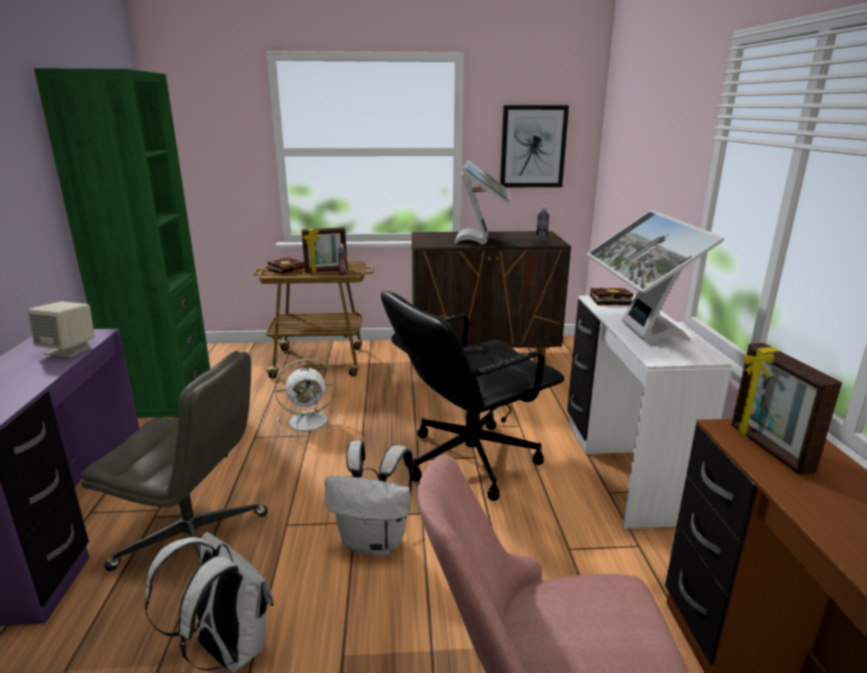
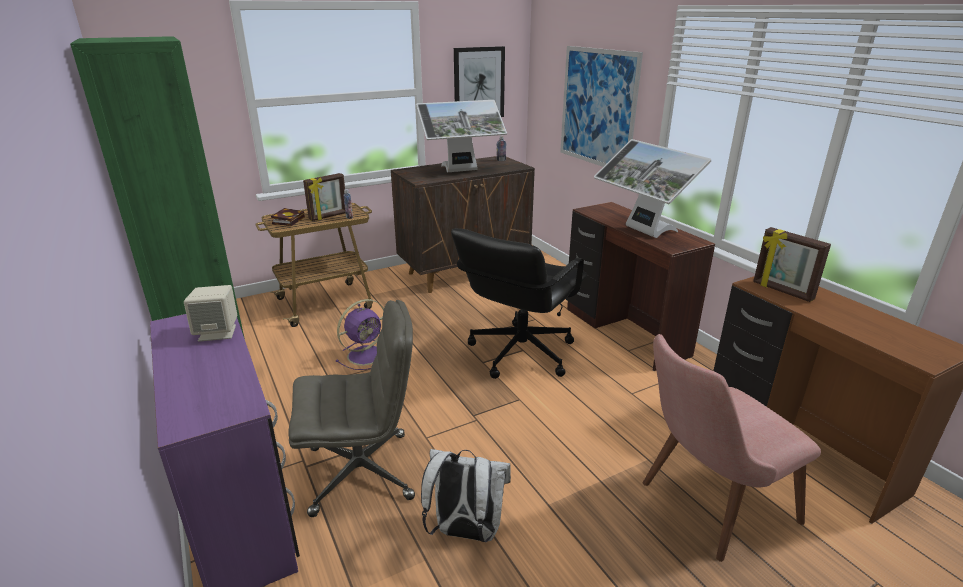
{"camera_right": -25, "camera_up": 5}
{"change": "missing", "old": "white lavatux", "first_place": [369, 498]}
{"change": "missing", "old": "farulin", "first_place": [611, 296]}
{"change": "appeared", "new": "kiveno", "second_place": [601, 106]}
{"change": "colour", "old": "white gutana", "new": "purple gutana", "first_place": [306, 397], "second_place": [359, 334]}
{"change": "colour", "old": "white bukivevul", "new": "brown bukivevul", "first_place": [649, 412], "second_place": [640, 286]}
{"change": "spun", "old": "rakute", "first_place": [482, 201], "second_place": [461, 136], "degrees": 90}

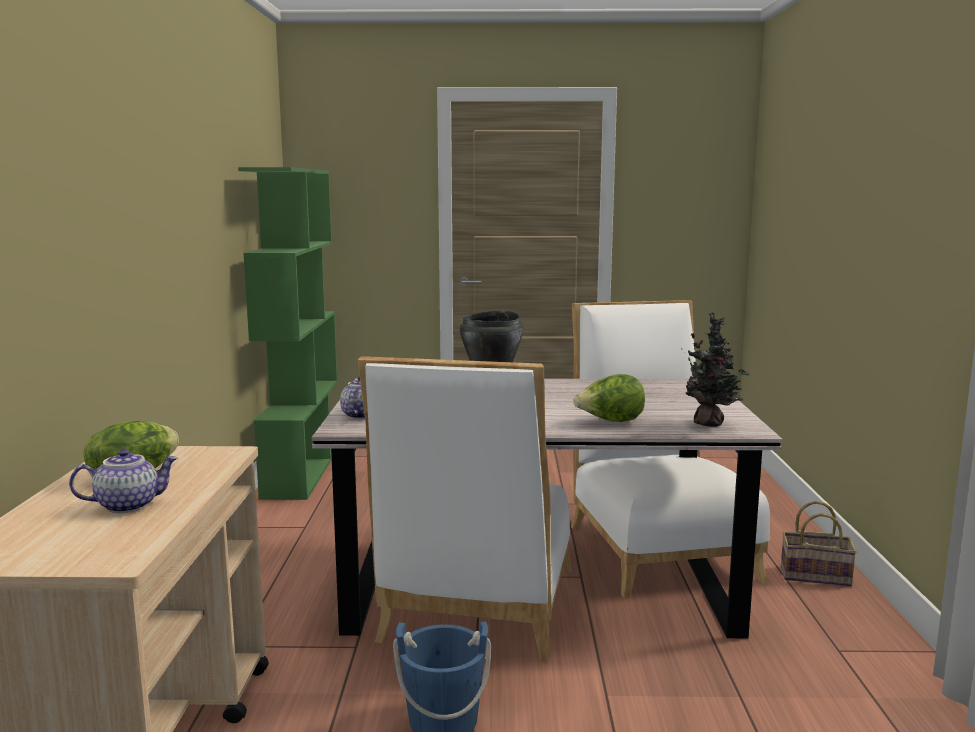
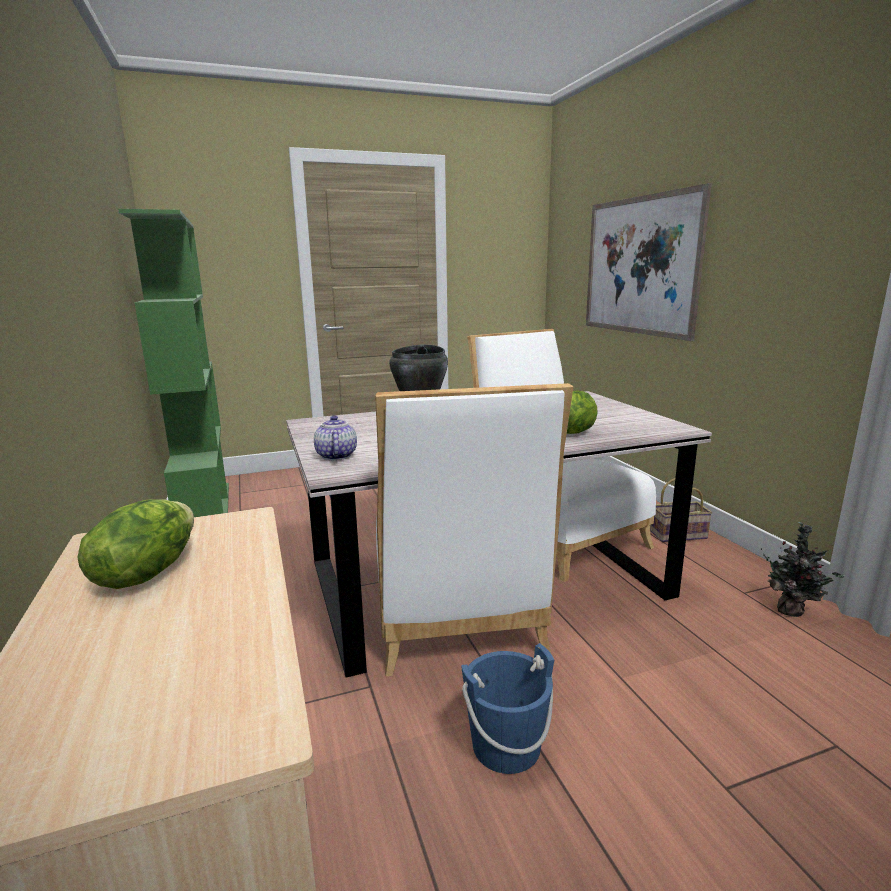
{"camera_right": -20, "camera_up": 5}
{"change": "missing", "old": "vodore", "first_place": [123, 481]}
{"change": "appeared", "new": "kiveno", "second_place": [649, 262]}
{"change": "relocated", "old": "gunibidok", "first_place": [715, 369], "second_place": [803, 569]}

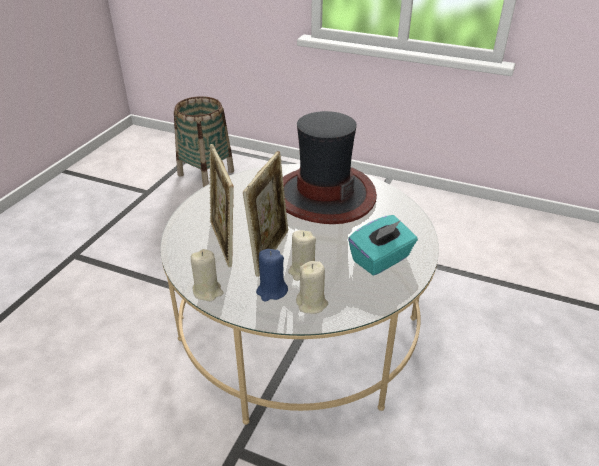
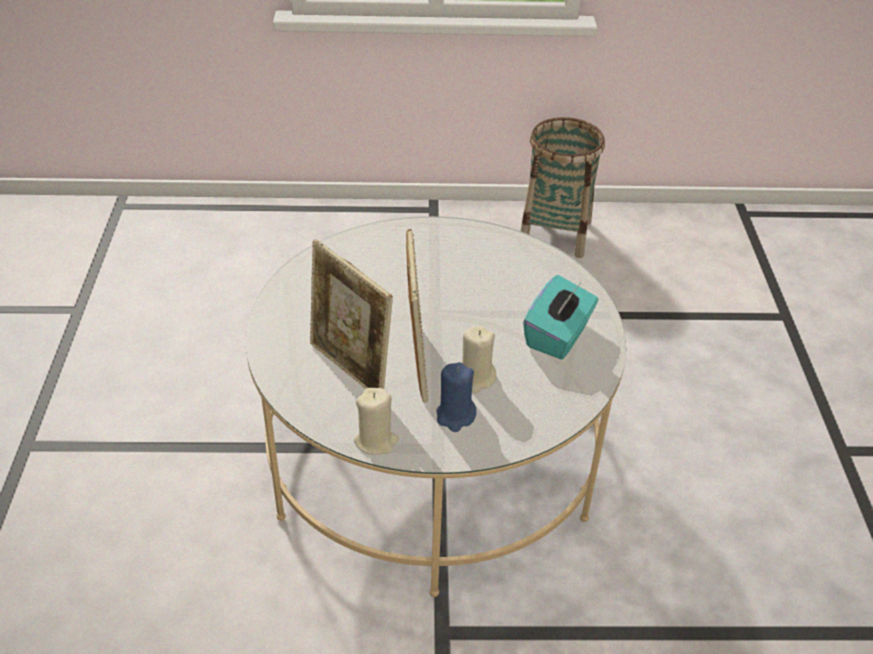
{"camera_right": -25, "camera_up": 5}
{"change": "missing", "old": "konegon", "first_place": [330, 167]}
{"change": "missing", "old": "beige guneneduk", "first_place": [312, 287]}
{"change": "relocated", "old": "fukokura", "first_place": [204, 141], "second_place": [563, 187]}

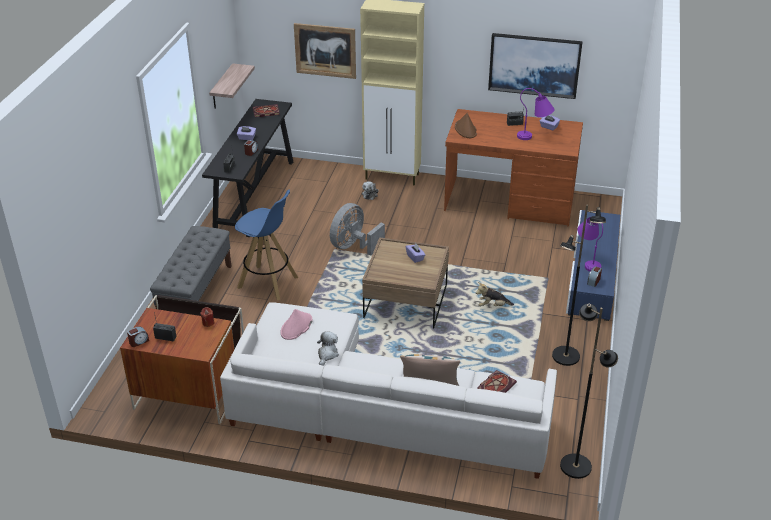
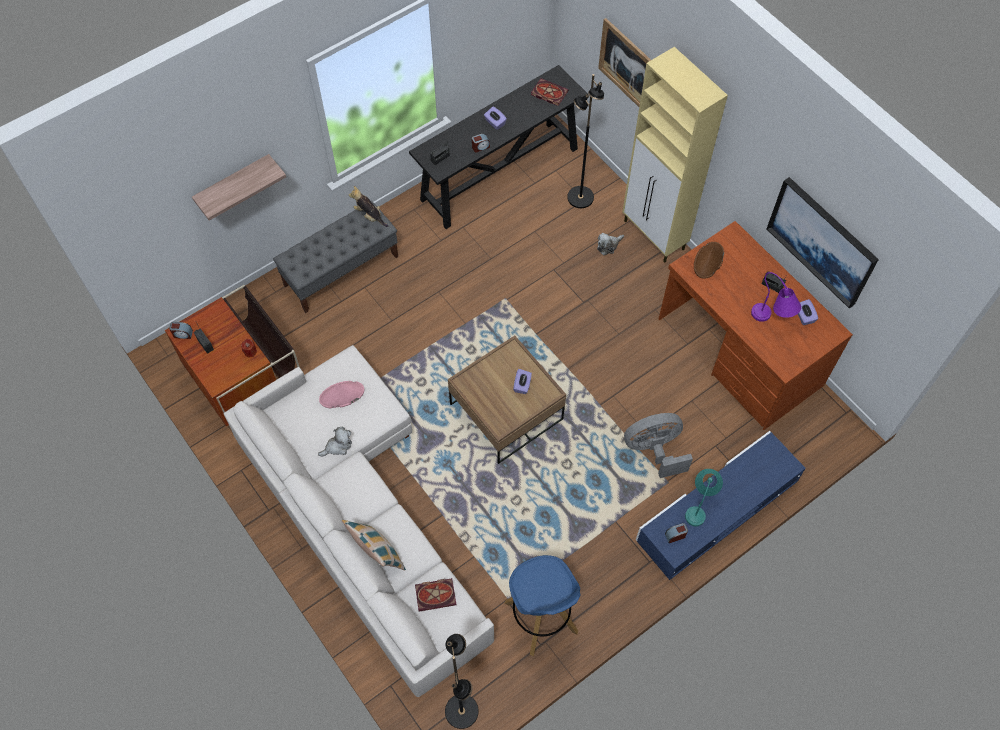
{"camera_right": 40, "camera_up": 25}
{"change": "relocated", "old": "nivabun", "first_place": [232, 85], "second_place": [239, 187]}
{"change": "relocated", "old": "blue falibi", "first_place": [266, 245], "second_place": [542, 605]}
{"change": "relocated", "old": "grey gutana", "first_place": [357, 229], "second_place": [658, 445]}
{"change": "relocated", "old": "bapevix", "first_place": [495, 294], "second_place": [368, 206]}
{"change": "relocated", "old": "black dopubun", "first_place": [579, 285], "second_place": [585, 141]}
{"change": "colour", "old": "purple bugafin", "new": "turquoise bugafin", "first_place": [590, 244], "second_place": [704, 498]}

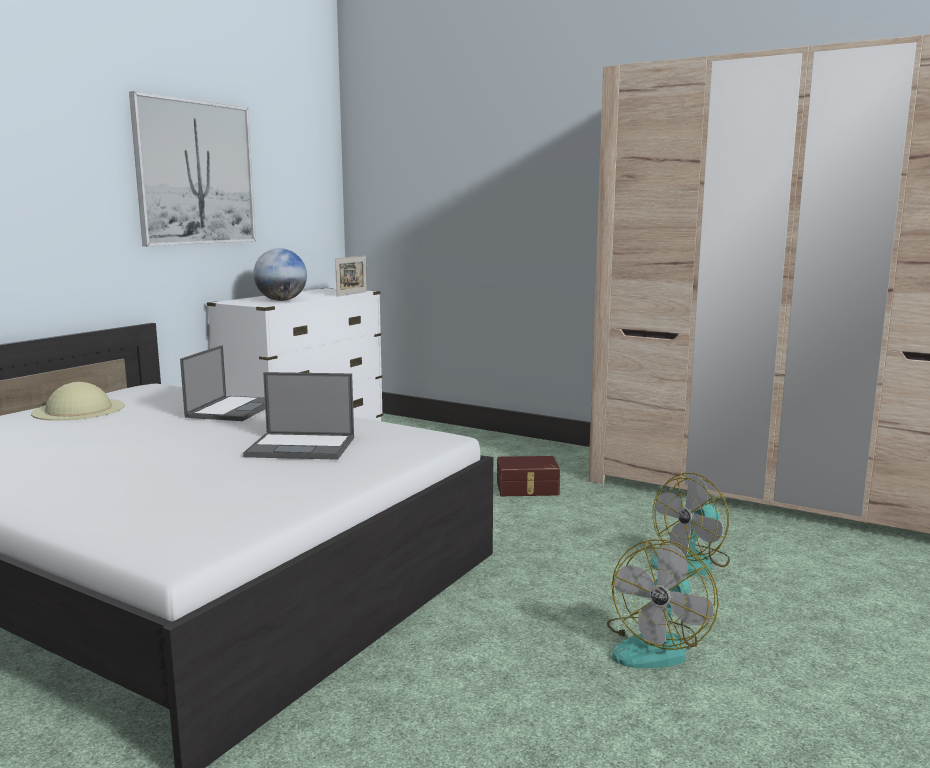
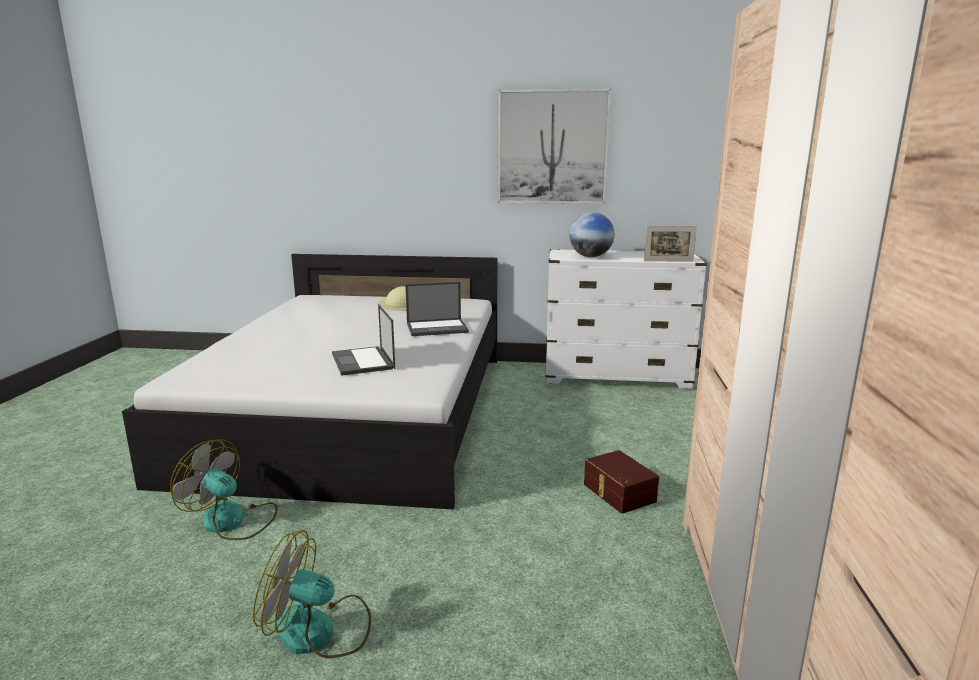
{"camera_right": 65, "camera_up": 5}
{"change": "relocated", "old": "gutana", "first_place": [690, 524], "second_place": [223, 489]}

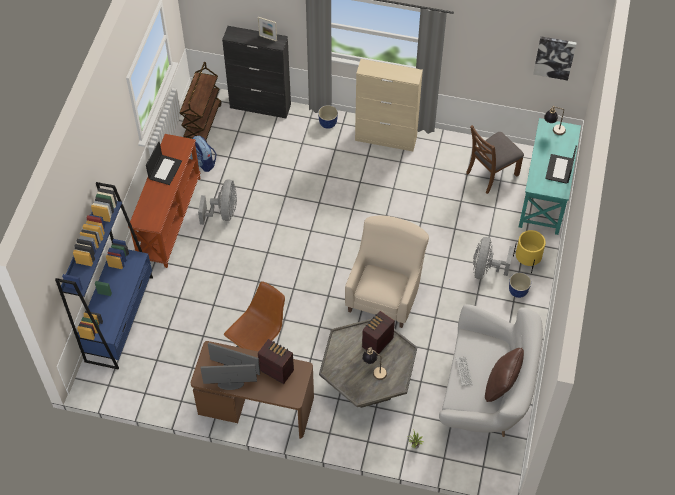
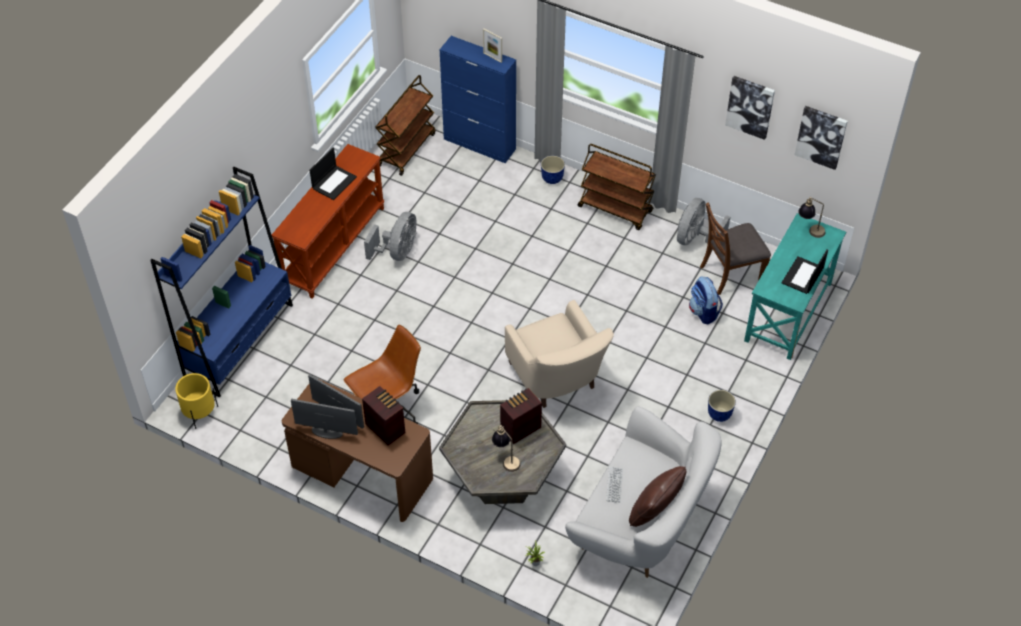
{"camera_right": 15, "camera_up": -5}
{"change": "appeared", "new": "kiveno", "second_place": [750, 108]}
{"change": "relocated", "old": "lavatux", "first_place": [203, 154], "second_place": [706, 300]}
{"change": "relocated", "old": "grey gutana", "first_place": [493, 258], "second_place": [703, 221]}
{"change": "relocated", "old": "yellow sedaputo", "first_place": [529, 251], "second_place": [196, 401]}
{"change": "exchanged", "old": "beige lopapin", "new": "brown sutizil", "first_place": [389, 105], "second_place": [617, 187]}
{"change": "colour", "old": "black lopapin", "new": "blue lopapin", "first_place": [256, 72], "second_place": [477, 99]}
{"change": "spun", "old": "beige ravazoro", "first_place": [387, 272], "second_place": [559, 354], "degrees": 120}

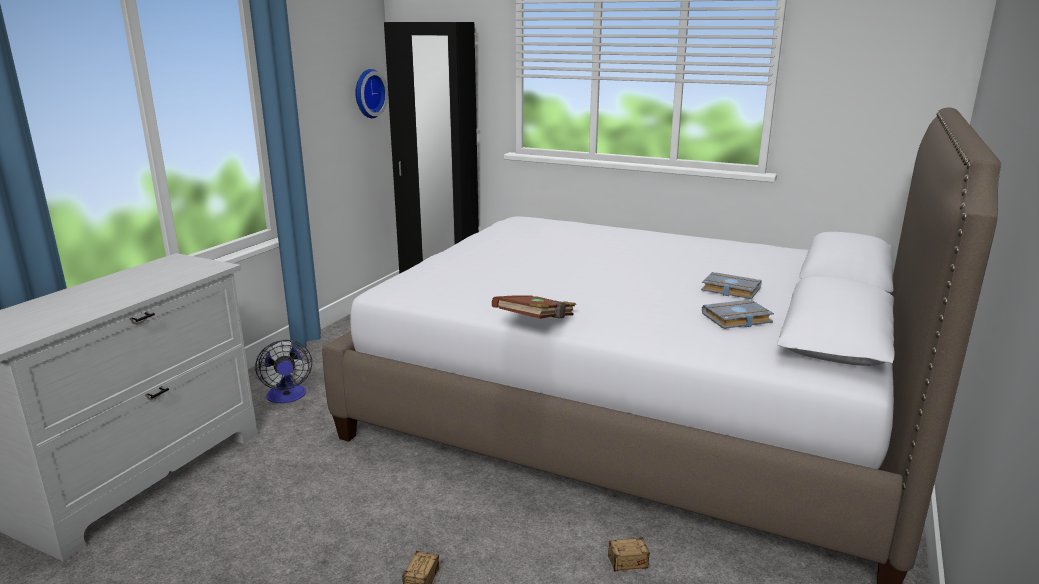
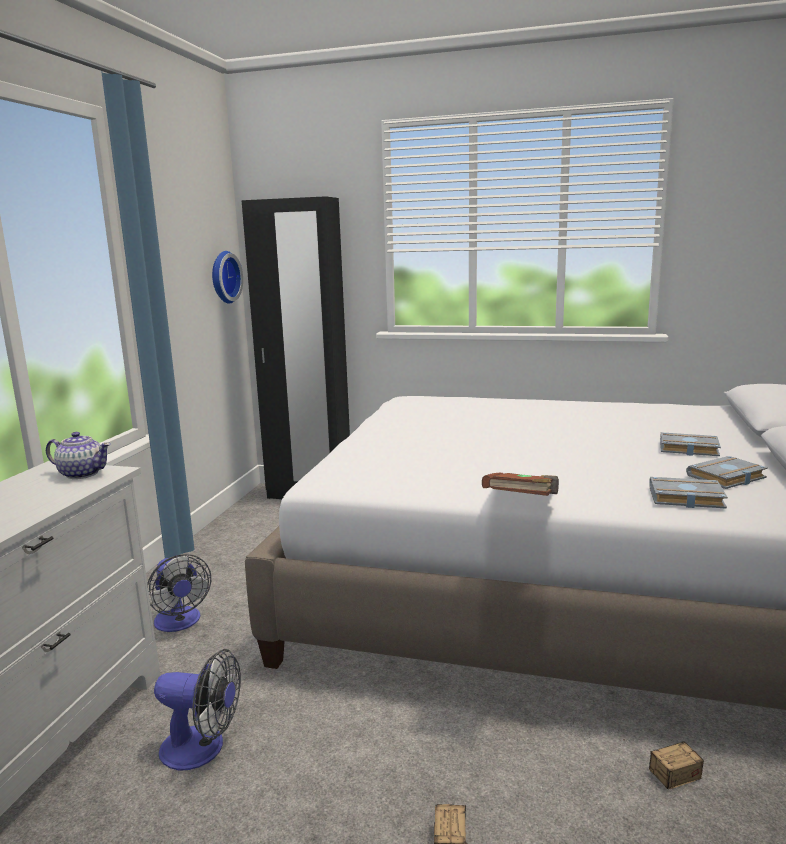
{"camera_right": -10, "camera_up": -5}
{"change": "appeared", "new": "vodore", "second_place": [78, 455]}
{"change": "appeared", "new": "gutana", "second_place": [197, 710]}
{"change": "appeared", "new": "grey farulin", "second_place": [688, 493]}

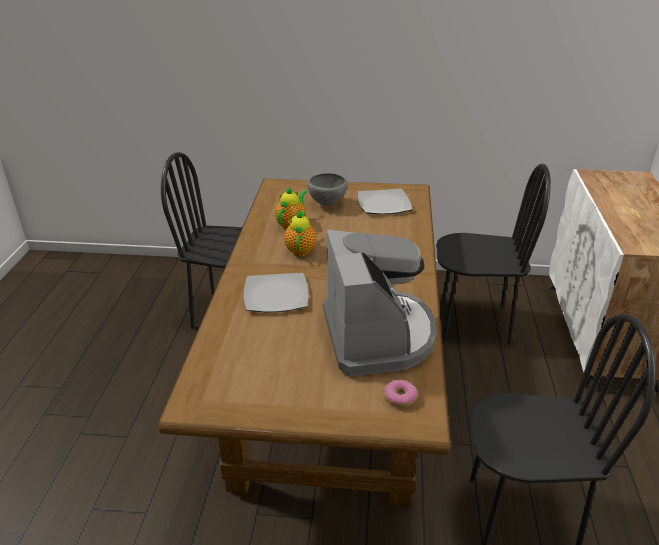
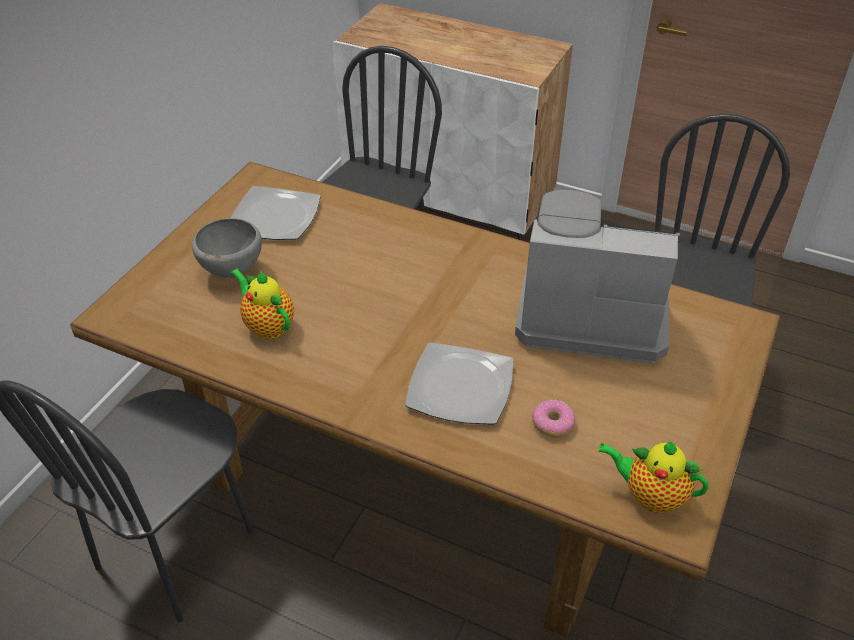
{"camera_right": -70, "camera_up": 10}
{"change": "relocated", "old": "vodore", "first_place": [300, 233], "second_place": [653, 476]}
{"change": "relocated", "old": "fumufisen", "first_place": [400, 393], "second_place": [553, 418]}

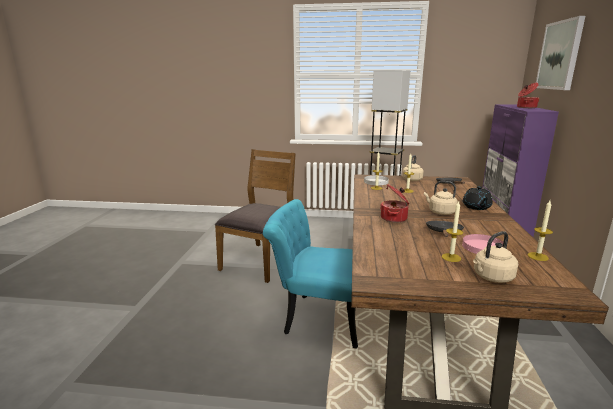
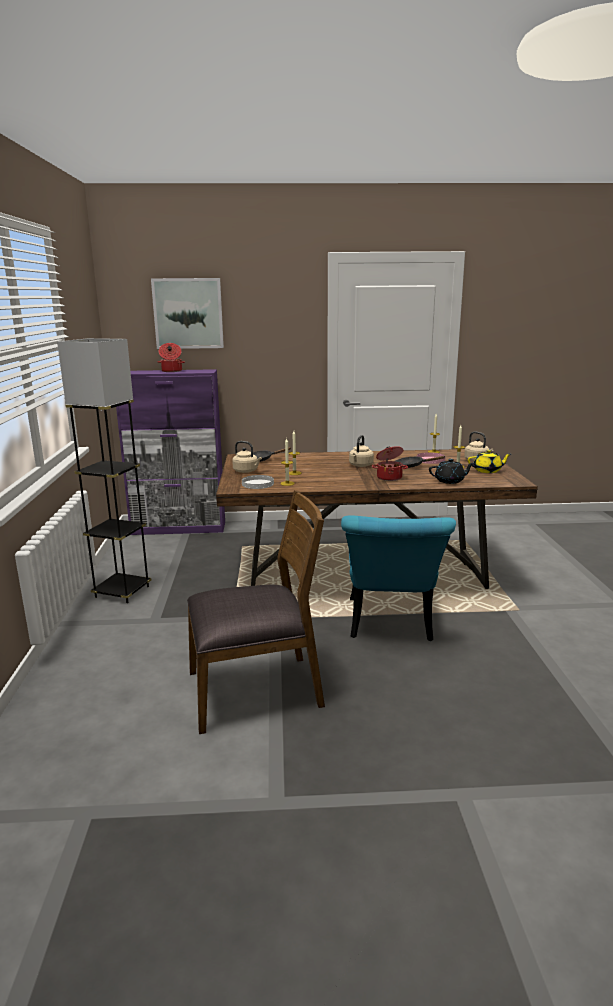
{"camera_right": -100, "camera_up": 0}
{"change": "appeared", "new": "yellow vodore", "second_place": [489, 461]}
{"change": "relocated", "old": "black vodore", "first_place": [478, 198], "second_place": [451, 471]}
{"change": "spun", "old": "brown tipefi", "first_place": [255, 216], "second_place": [256, 612], "degrees": 150}

